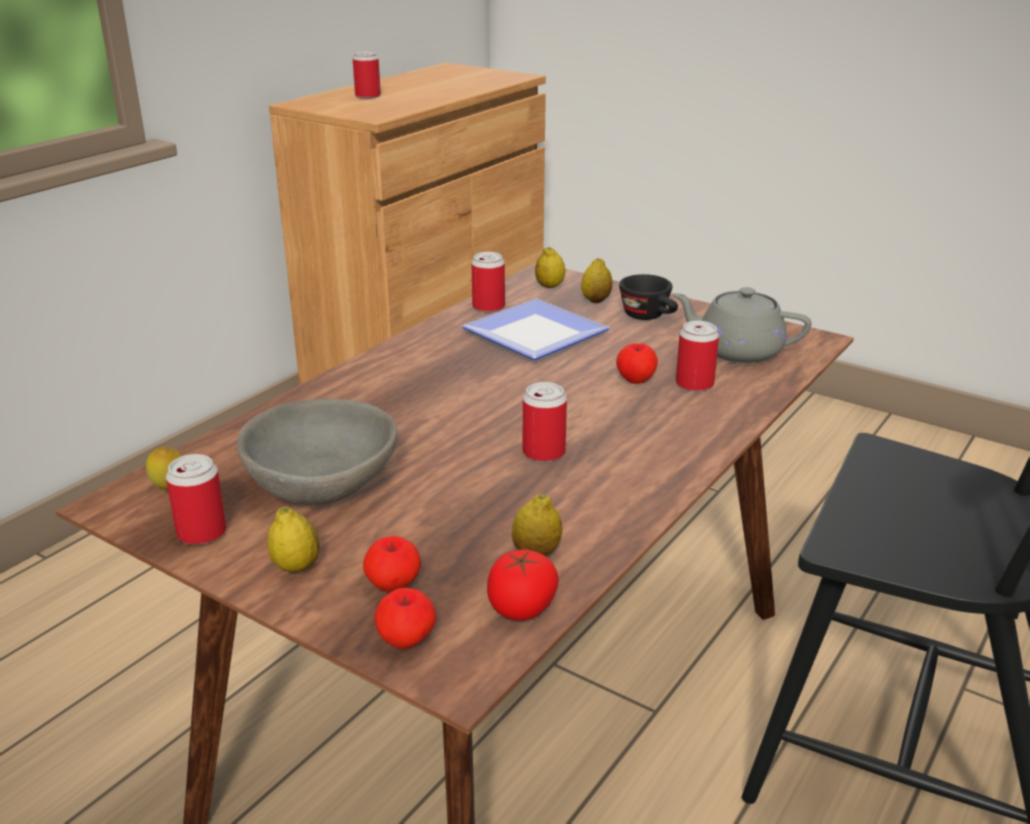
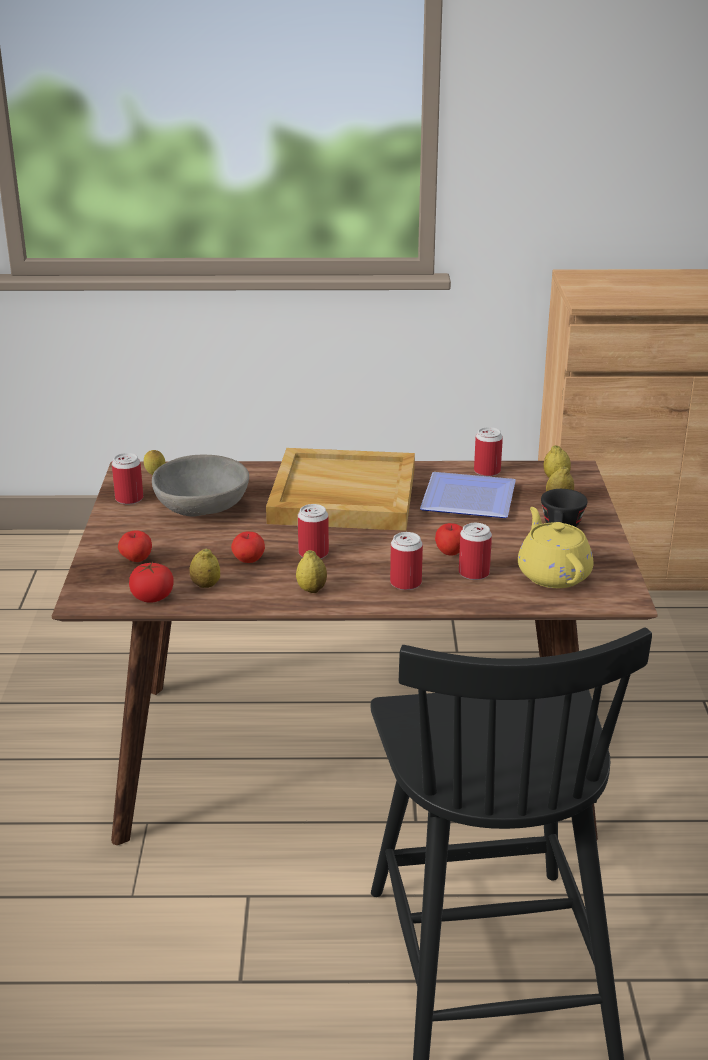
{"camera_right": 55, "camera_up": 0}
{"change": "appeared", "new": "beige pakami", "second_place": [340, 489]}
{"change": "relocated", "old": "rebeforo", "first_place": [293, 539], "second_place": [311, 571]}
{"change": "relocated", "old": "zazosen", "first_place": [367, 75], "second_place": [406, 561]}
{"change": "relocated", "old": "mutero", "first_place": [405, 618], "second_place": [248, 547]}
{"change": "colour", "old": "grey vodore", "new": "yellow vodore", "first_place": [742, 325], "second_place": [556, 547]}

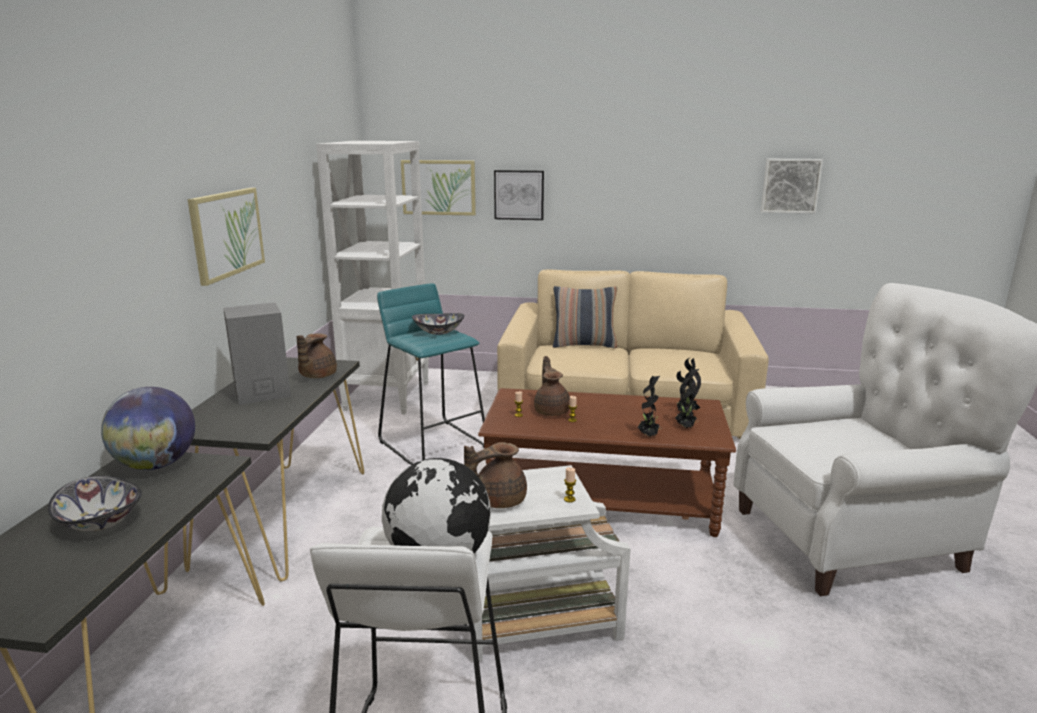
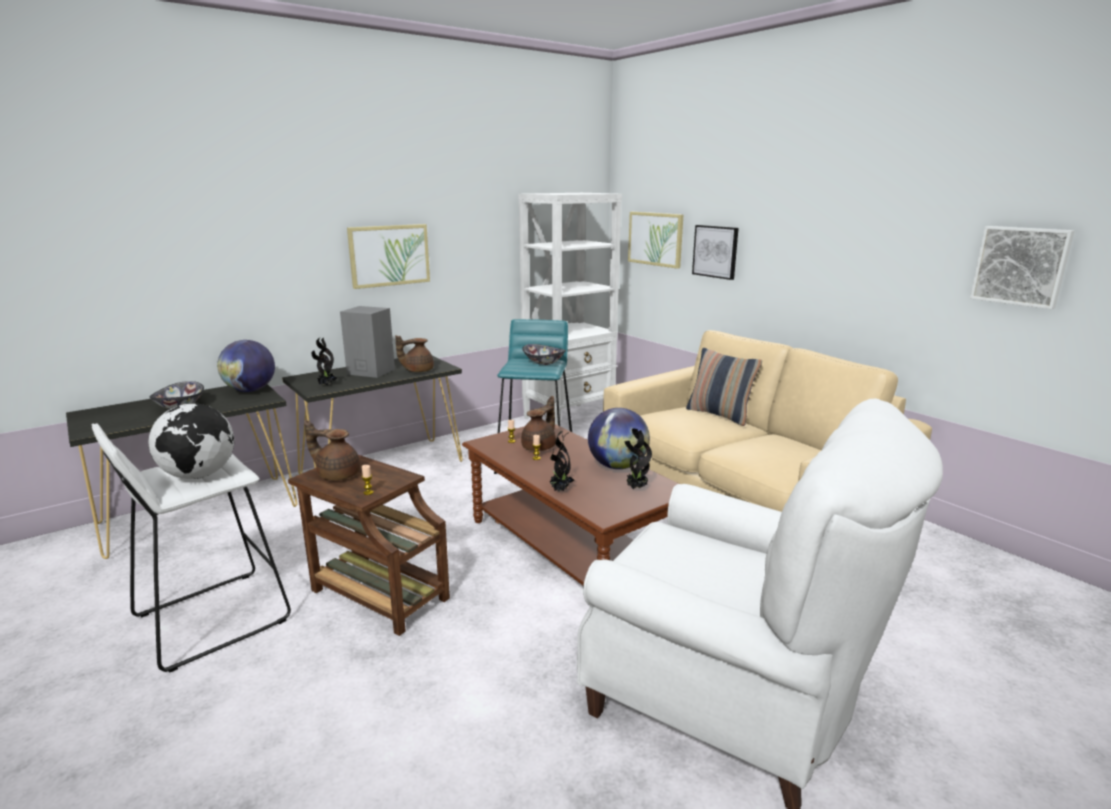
{"camera_right": 45, "camera_up": 0}
{"change": "appeared", "new": "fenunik", "second_place": [619, 438]}
{"change": "relocated", "old": "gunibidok", "first_place": [687, 398], "second_place": [324, 361]}
{"change": "colour", "old": "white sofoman", "new": "brown sofoman", "first_place": [551, 563], "second_place": [369, 545]}

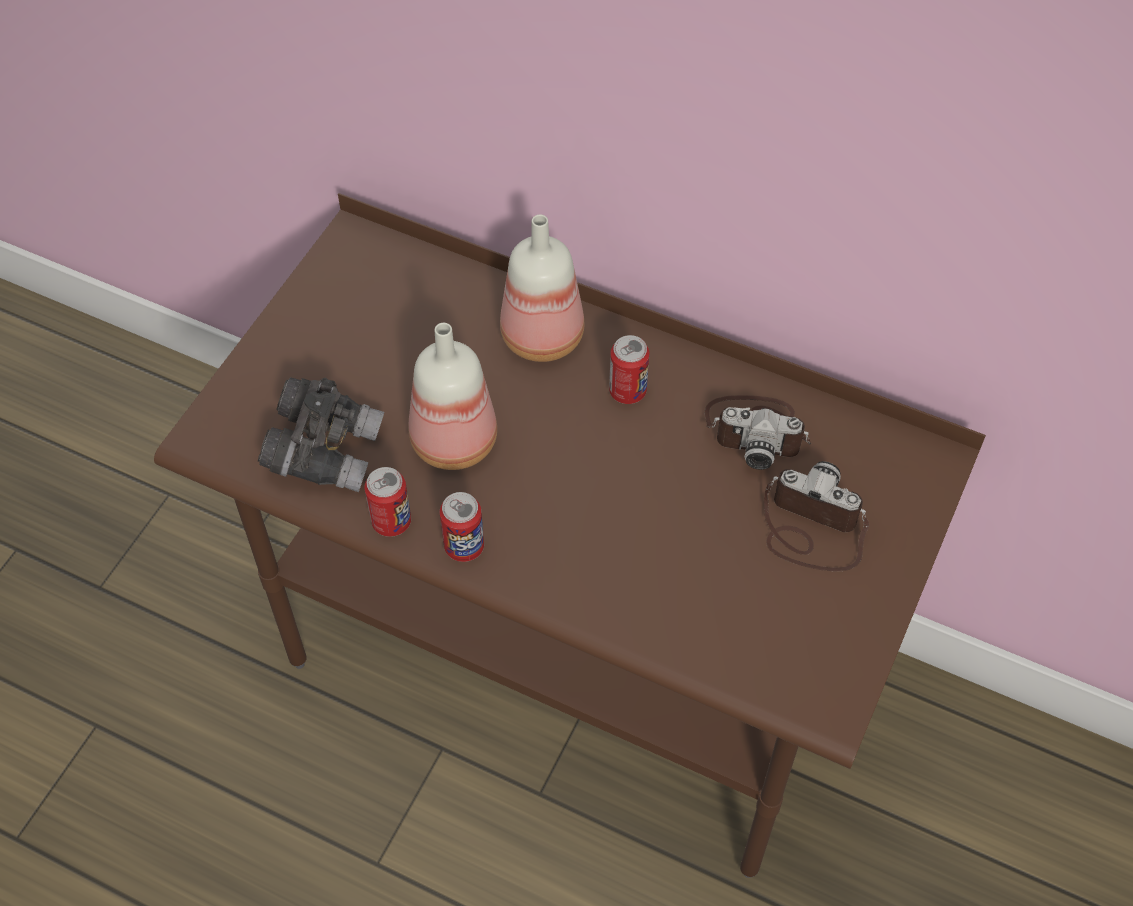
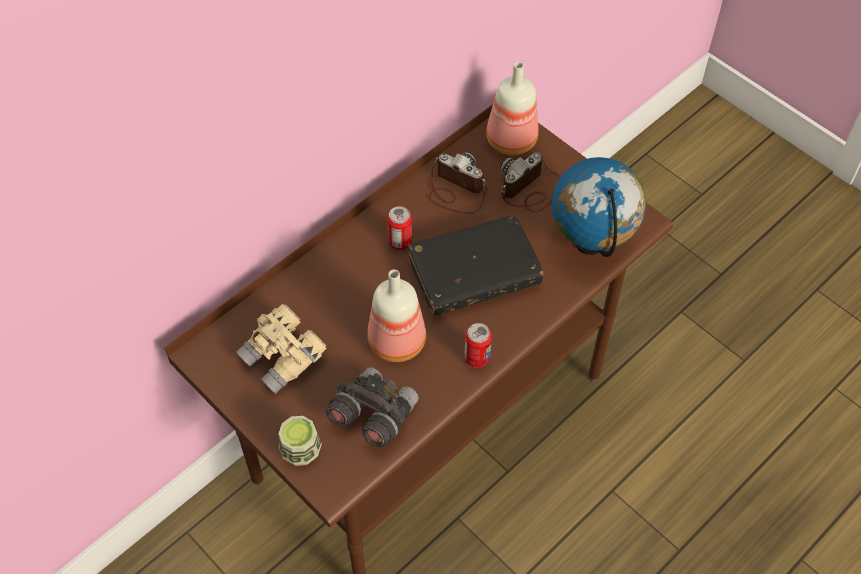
{"camera_right": -70, "camera_up": 0}
{"change": "missing", "old": "zazosen", "first_place": [387, 502]}
{"change": "appeared", "new": "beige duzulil", "second_place": [281, 349]}
{"change": "appeared", "new": "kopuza", "second_place": [300, 441]}
{"change": "appeared", "new": "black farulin", "second_place": [476, 265]}
{"change": "appeared", "new": "fenunik", "second_place": [599, 207]}
{"change": "relocated", "old": "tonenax", "first_place": [542, 288], "second_place": [512, 108]}
{"change": "spun", "old": "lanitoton", "first_place": [758, 432], "second_place": [458, 183], "degrees": -90}

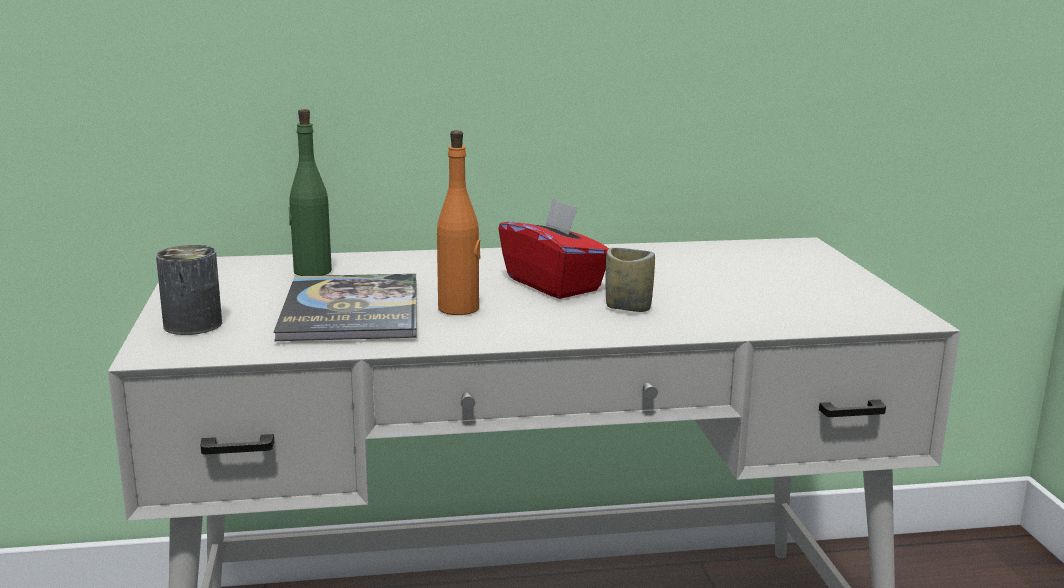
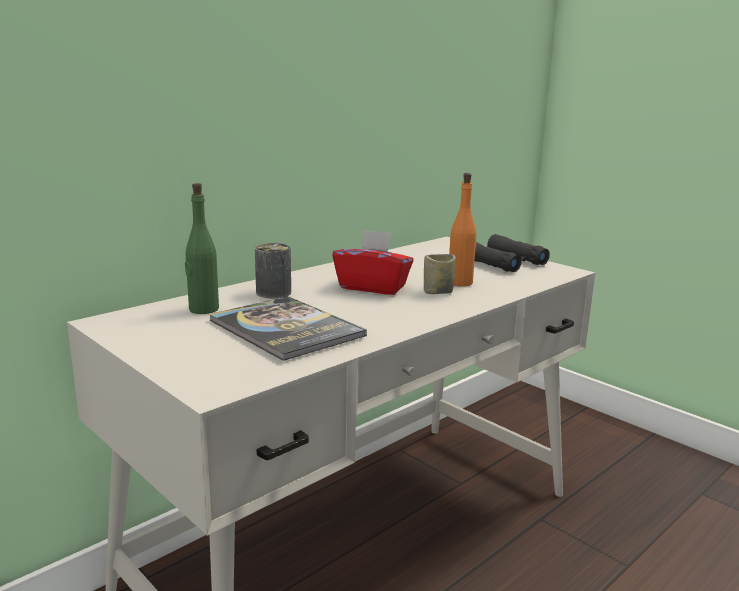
{"camera_right": -35, "camera_up": 0}
{"change": "appeared", "new": "black duzulil", "second_place": [512, 253]}
{"change": "relocated", "old": "zazosen", "first_place": [189, 290], "second_place": [273, 270]}
{"change": "relocated", "old": "orange tonenax", "first_place": [459, 222], "second_place": [462, 230]}

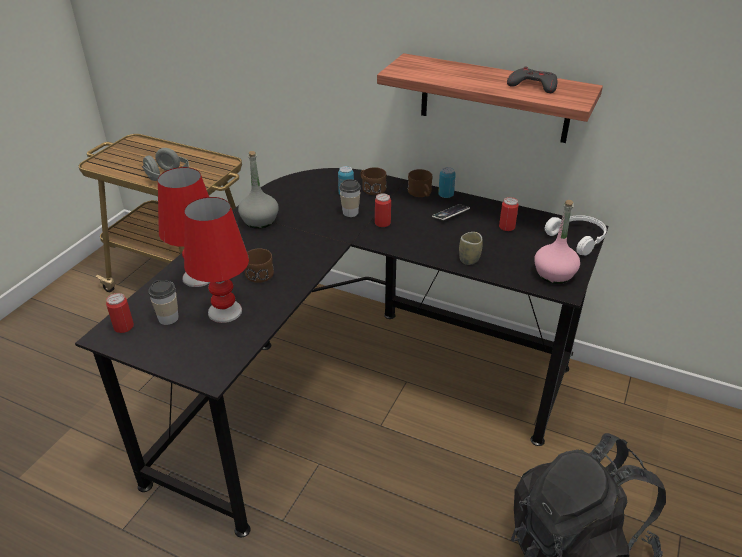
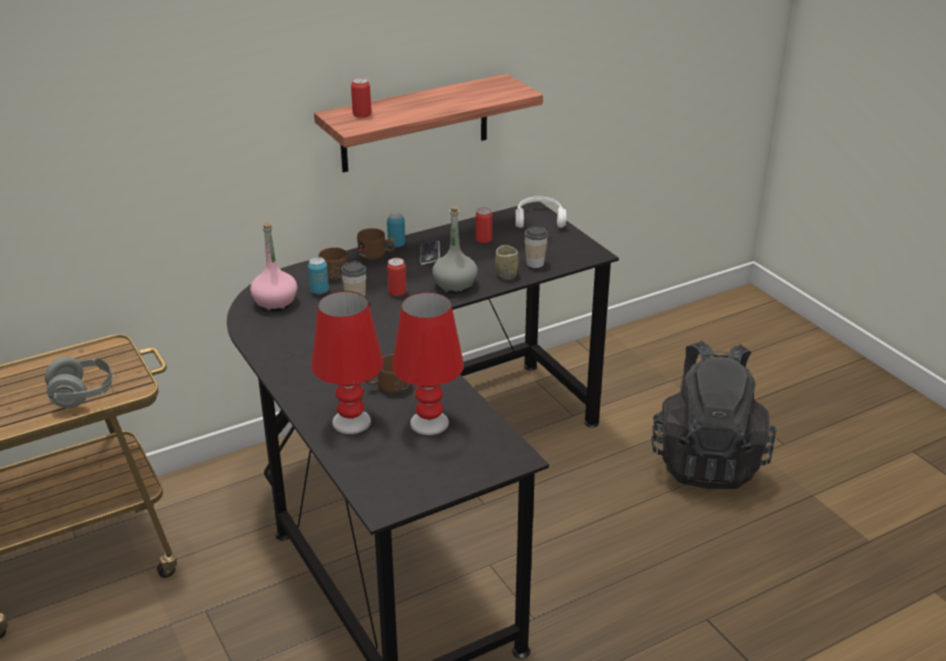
{"camera_right": -55, "camera_up": -5}
{"change": "missing", "old": "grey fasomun", "first_place": [532, 80]}
{"change": "relocated", "old": "zazosen", "first_place": [120, 313], "second_place": [361, 98]}
{"change": "relocated", "old": "kopuza", "first_place": [163, 302], "second_place": [536, 247]}
{"change": "relocated", "old": "grey tonenax", "first_place": [258, 190], "second_place": [455, 249]}
{"change": "relocated", "old": "pink tonenax", "first_place": [557, 242], "second_place": [273, 266]}

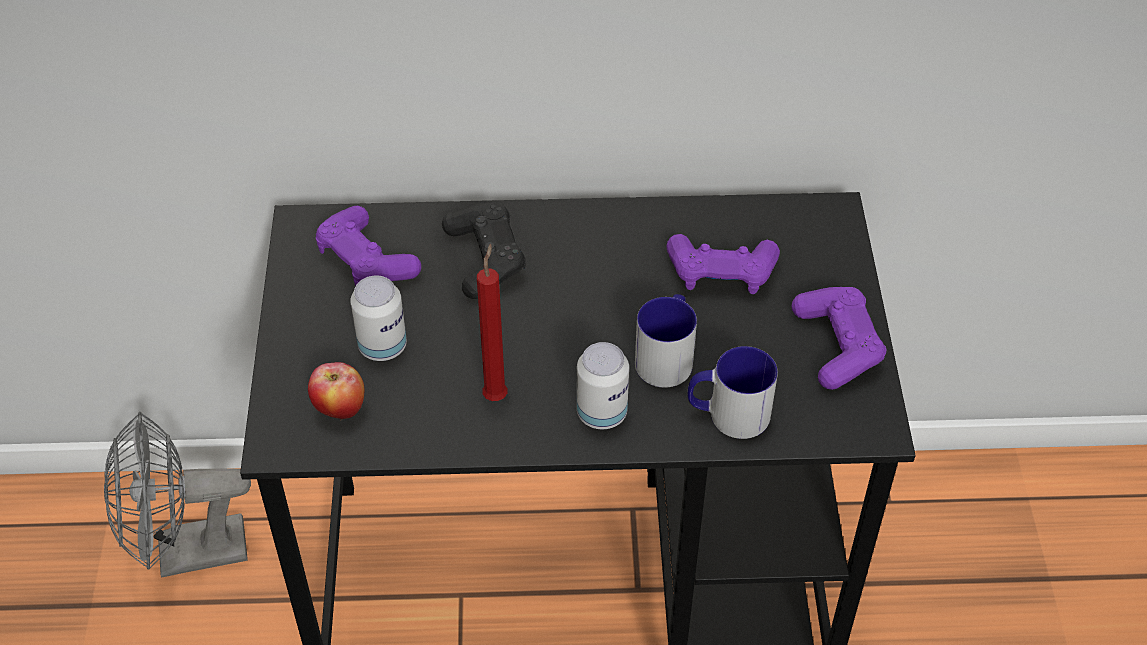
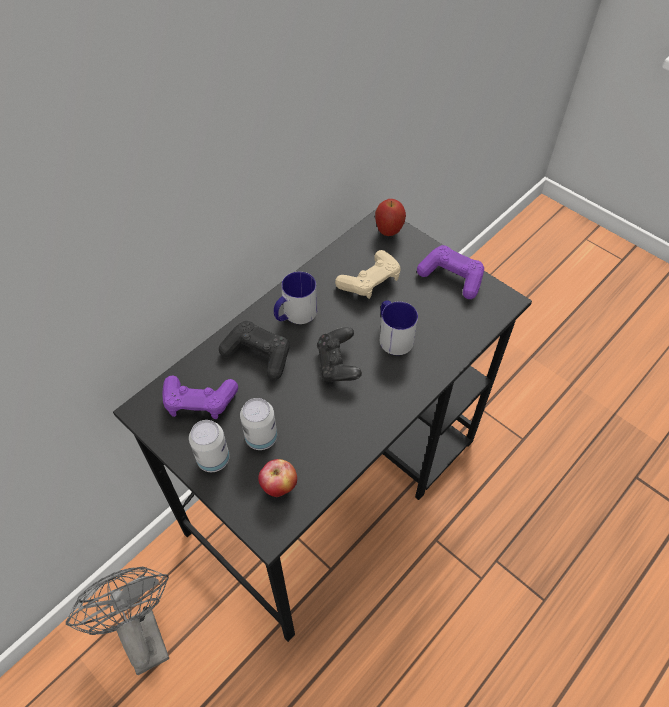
{"camera_right": -45, "camera_up": 5}
{"change": "missing", "old": "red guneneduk", "first_place": [492, 322]}
{"change": "appeared", "new": "black fasomun", "second_place": [339, 354]}
{"change": "appeared", "new": "mutero", "second_place": [390, 217]}
{"change": "relocated", "old": "zazosen", "first_place": [603, 385], "second_place": [209, 446]}
{"change": "relocated", "old": "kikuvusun", "first_place": [732, 392], "second_place": [295, 298]}
{"change": "colour", "old": "purple fasomun", "new": "beige fasomun", "first_place": [723, 264], "second_place": [368, 274]}
{"change": "spun", "old": "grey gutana", "first_place": [177, 495], "second_place": [117, 621], "degrees": 120}

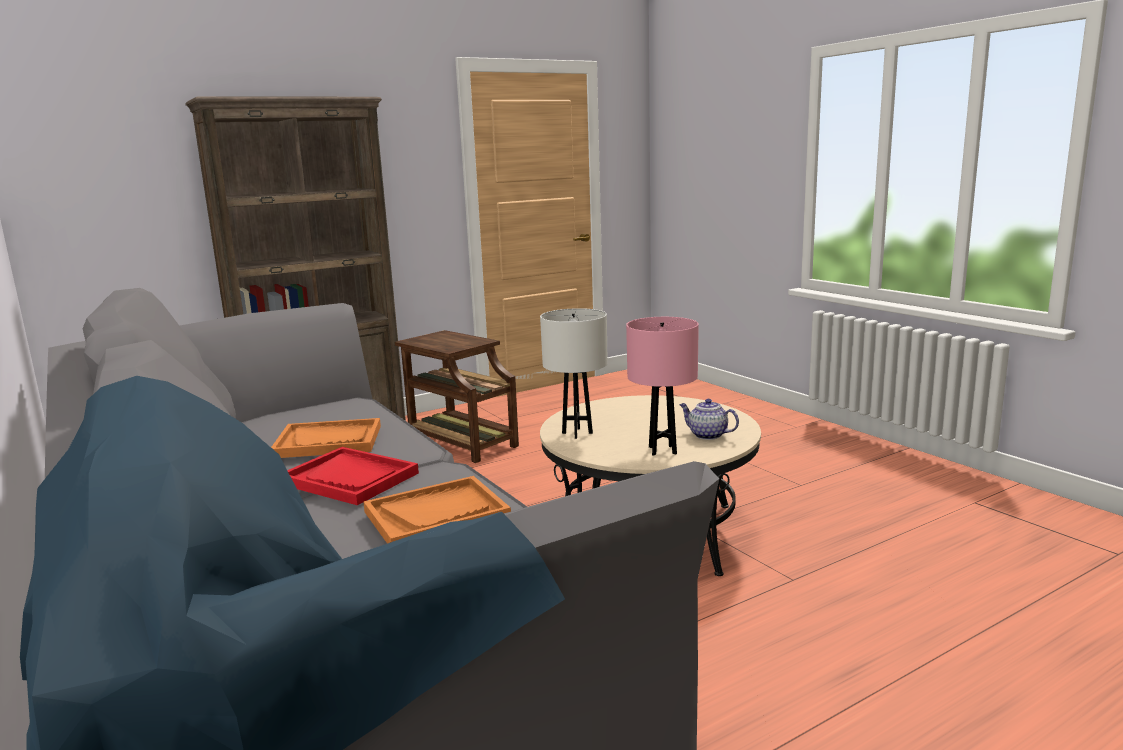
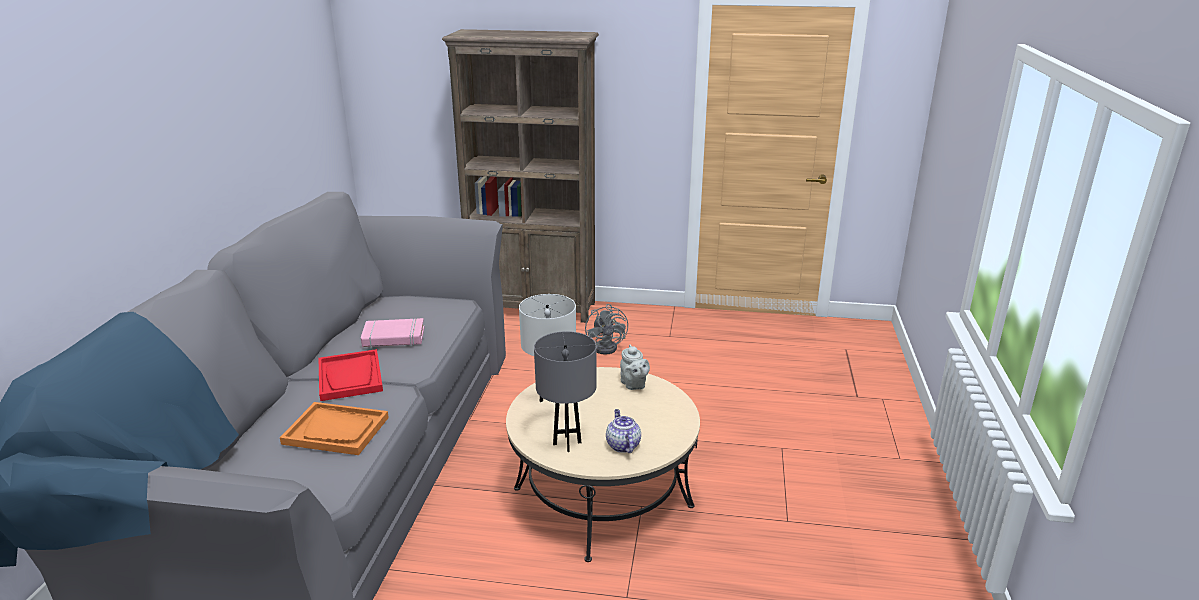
{"camera_right": 40, "camera_up": 10}
{"change": "appeared", "new": "grey vodore", "second_place": [635, 367]}
{"change": "exchanged", "old": "orange pakami", "new": "pink farulin", "first_place": [326, 438], "second_place": [392, 333]}
{"change": "exchanged", "old": "brown sofoman", "new": "grey gutana", "first_place": [457, 396], "second_place": [606, 329]}
{"change": "colour", "old": "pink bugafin", "new": "grey bugafin", "first_place": [662, 386], "second_place": [565, 391]}

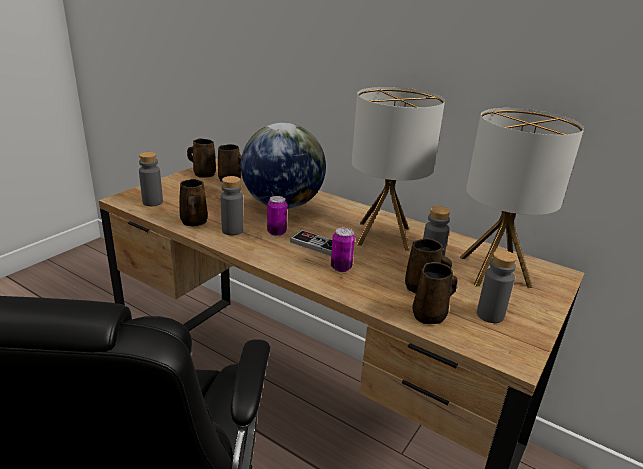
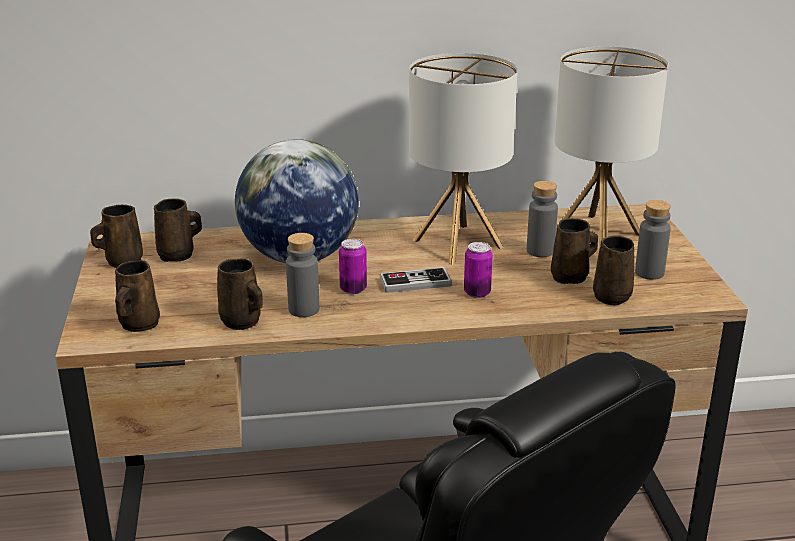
{"camera_right": -40, "camera_up": 0}
{"change": "exchanged", "old": "grey tonenax", "new": "brown kikuvusun", "first_place": [151, 179], "second_place": [137, 296]}

